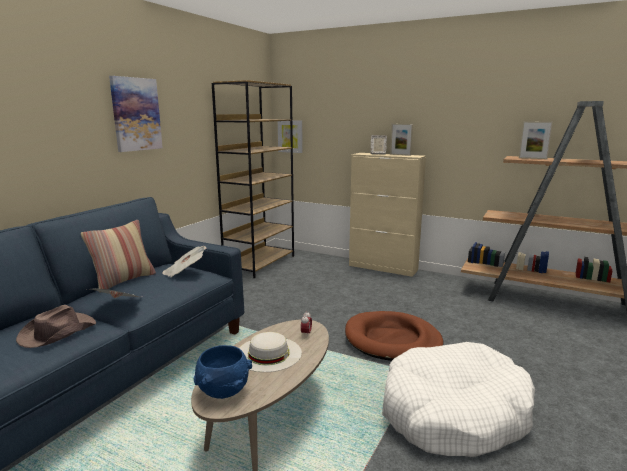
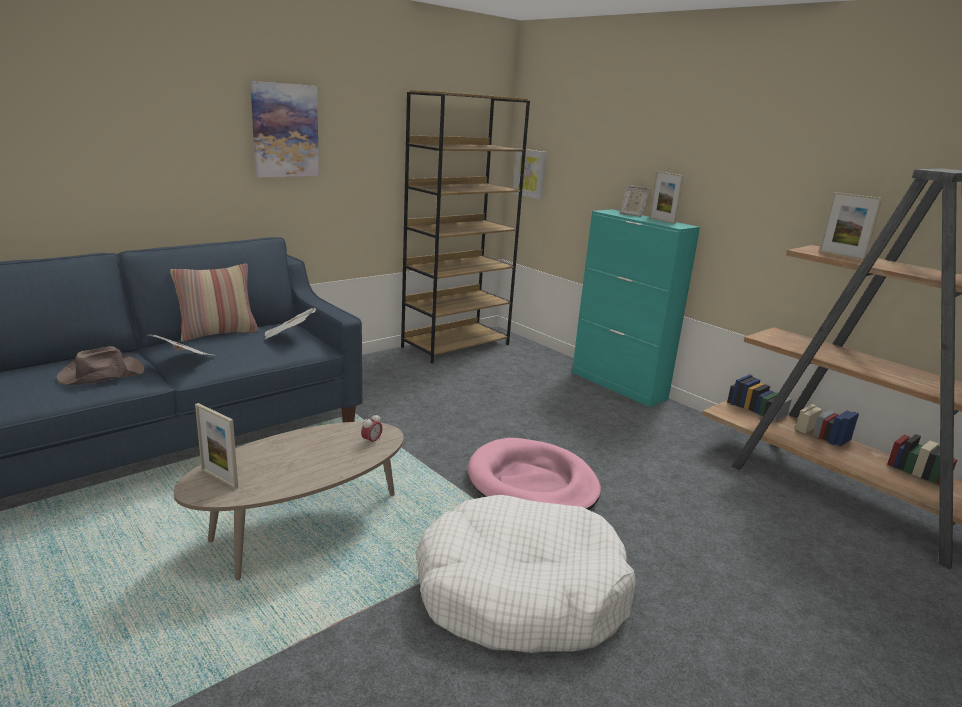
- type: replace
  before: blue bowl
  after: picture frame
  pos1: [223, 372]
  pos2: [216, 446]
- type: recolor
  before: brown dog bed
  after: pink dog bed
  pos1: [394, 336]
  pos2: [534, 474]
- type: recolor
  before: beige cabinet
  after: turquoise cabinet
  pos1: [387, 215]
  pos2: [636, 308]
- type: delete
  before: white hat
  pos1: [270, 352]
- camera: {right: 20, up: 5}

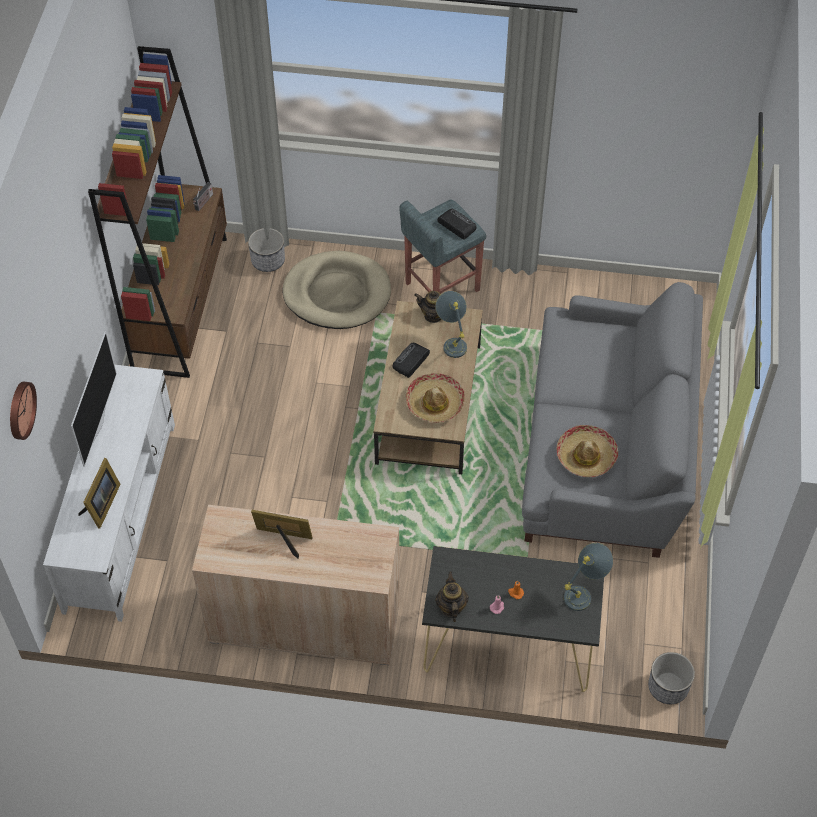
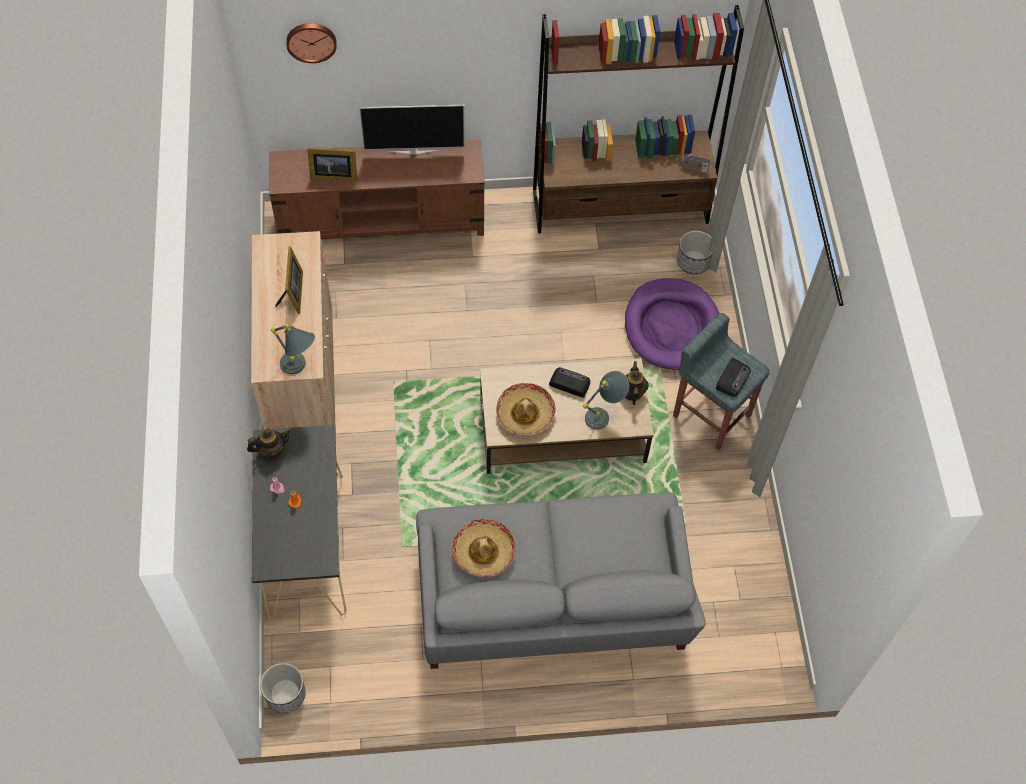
- type: recolor
  before: white tv stand
  after: brown tv stand
  pos1: [109, 493]
  pos2: [377, 189]
- type: move
  before: grey table lamp
  pos1: [588, 577]
  pos2: [293, 348]
- type: recolor
  before: beige dog bed
  after: purple dog bed
  pos1: [336, 290]
  pos2: [672, 324]
- camera: {right: 75, up: 5}

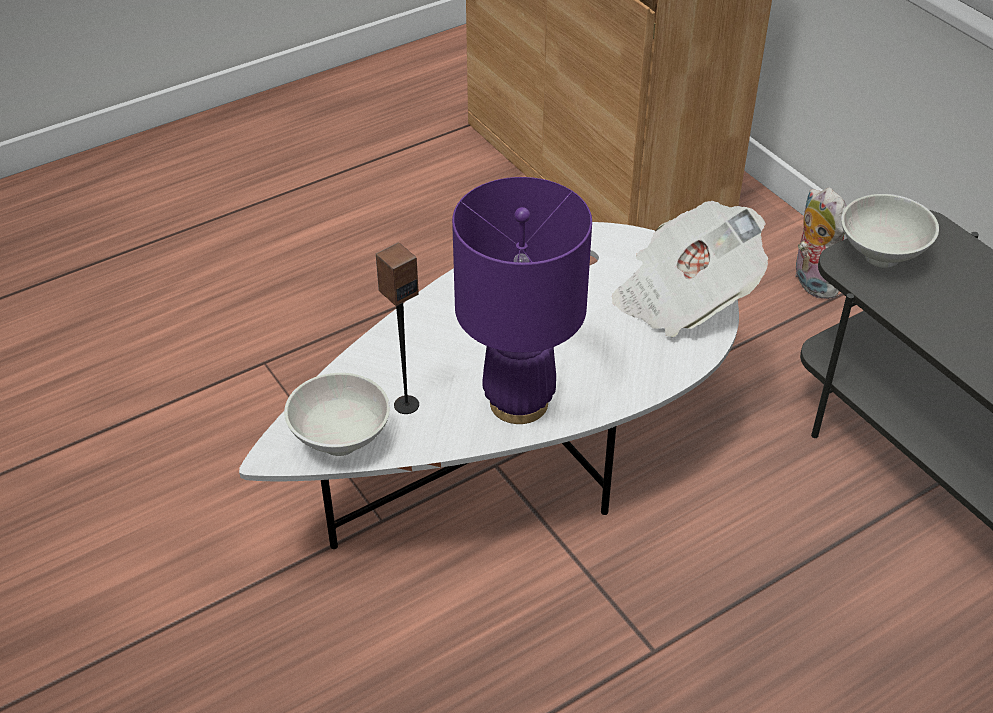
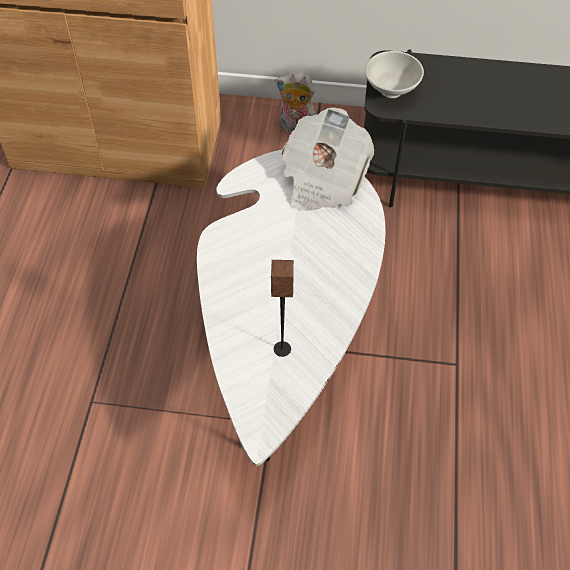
- type: delete
  before: white bowl
  pos1: [337, 414]
- type: delete
  before: purple table lamp
  pos1: [522, 300]
- camera: {right: -50, up: 10}

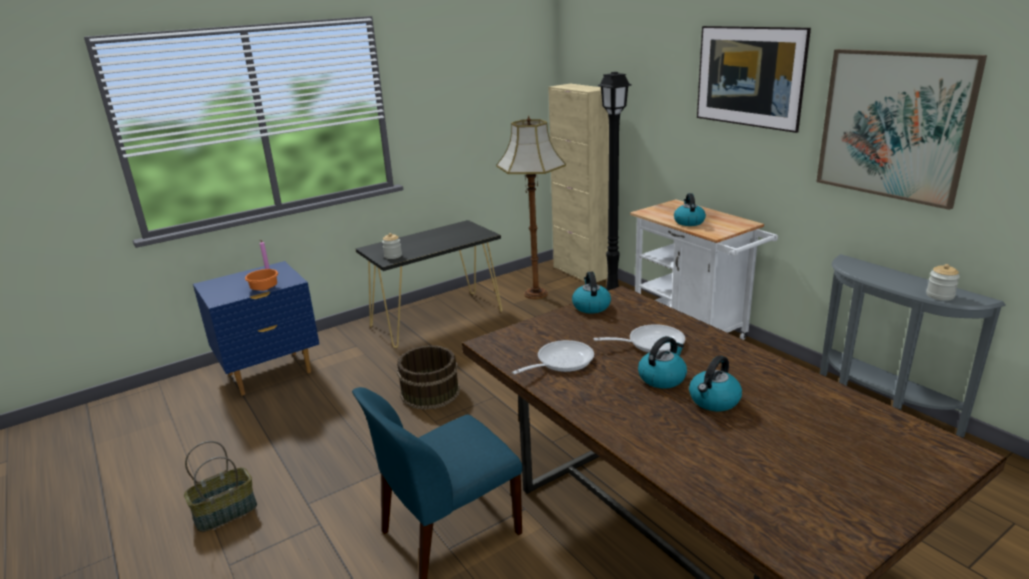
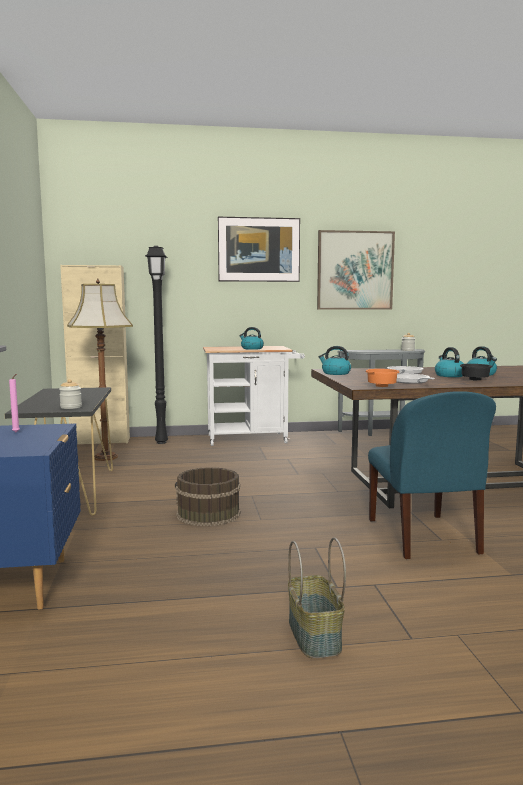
- type: move
  before: orange bowl
  pos1: [261, 280]
  pos2: [382, 378]
- type: insert
  after: black bowl
  pos2: [476, 372]
- camera: {right: -65, up: -15}

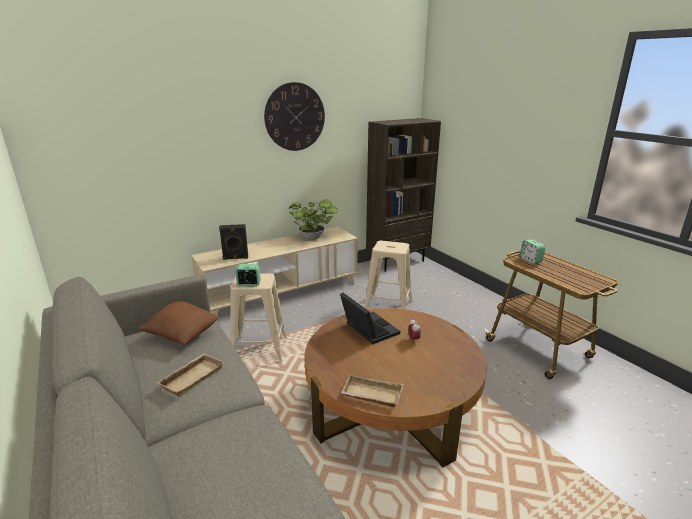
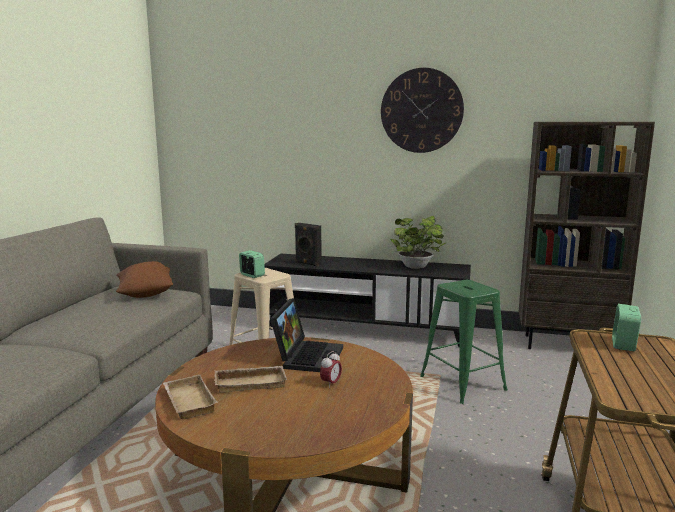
- type: move
  before: beige tray
  pos1: [190, 375]
  pos2: [250, 379]
- type: recolor
  before: beige tv stand
  after: black tv stand
  pos1: [274, 271]
  pos2: [367, 300]
- type: recolor
  before: beige stool
  after: green stool
  pos1: [388, 275]
  pos2: [464, 342]
- camera: {right: 45, up: -10}

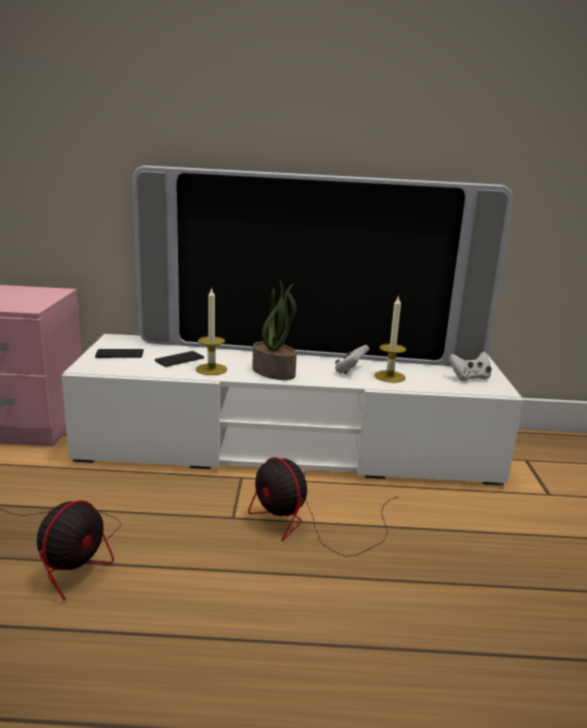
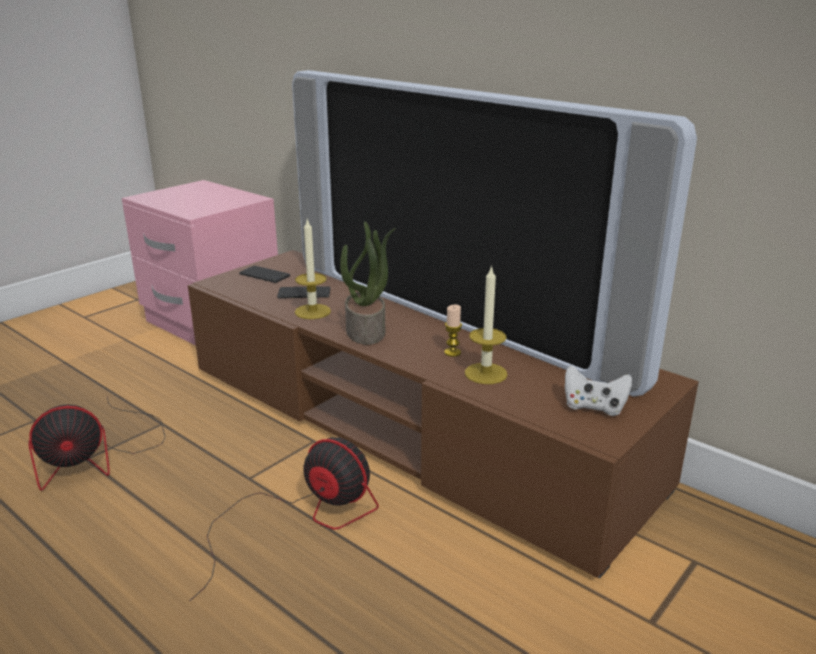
- type: recolor
  before: white tv stand
  after: brown tv stand
  pos1: [292, 409]
  pos2: [443, 414]
- type: rotate
  before: fan
  pos1: [323, 507]
  pos2: [284, 519]
  turn: 120
- type: replace
  before: white game controller
  after: candle
  pos1: [352, 359]
  pos2: [453, 331]
- camera: {right: 40, up: 5}

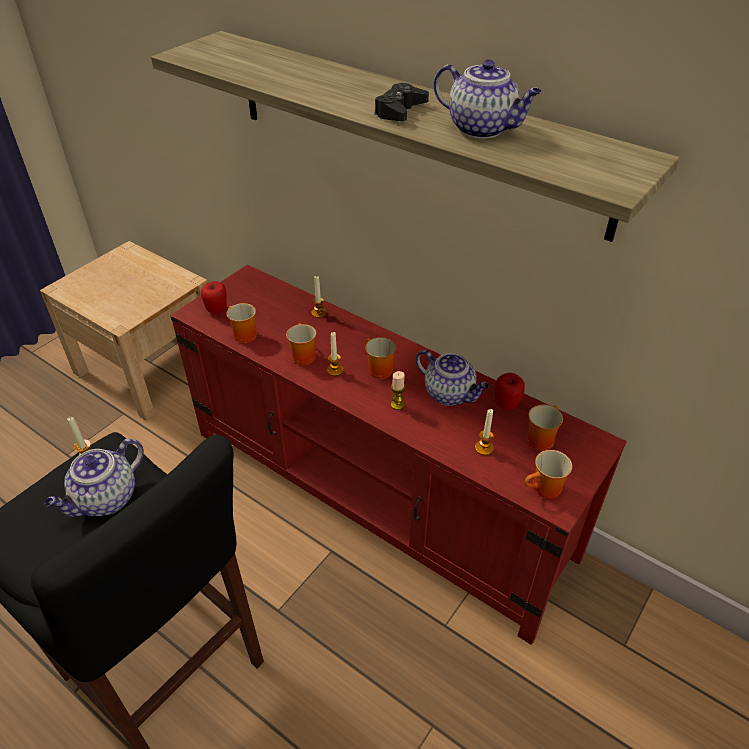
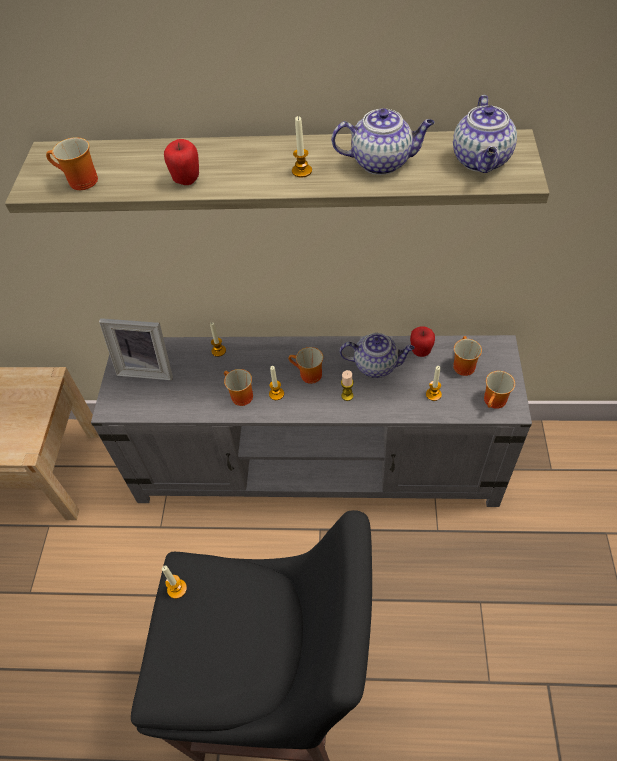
- type: move
  before: mug
  pos1: [241, 323]
  pos2: [72, 163]
- type: recolor
  before: red tv stand
  after: grey tv stand
  pos1: [398, 455]
  pos2: [311, 421]
- type: insert
  after: picture frame
  pos2: [136, 349]
- type: move
  before: apple
  pos1: [214, 297]
  pos2: [181, 162]
- type: replace
  before: black game controller
  after: candle
  pos1: [401, 102]
  pos2: [302, 146]
- type: move
  before: teapot
  pos1: [94, 477]
  pos2: [485, 134]
- camera: {right: -30, up: 10}

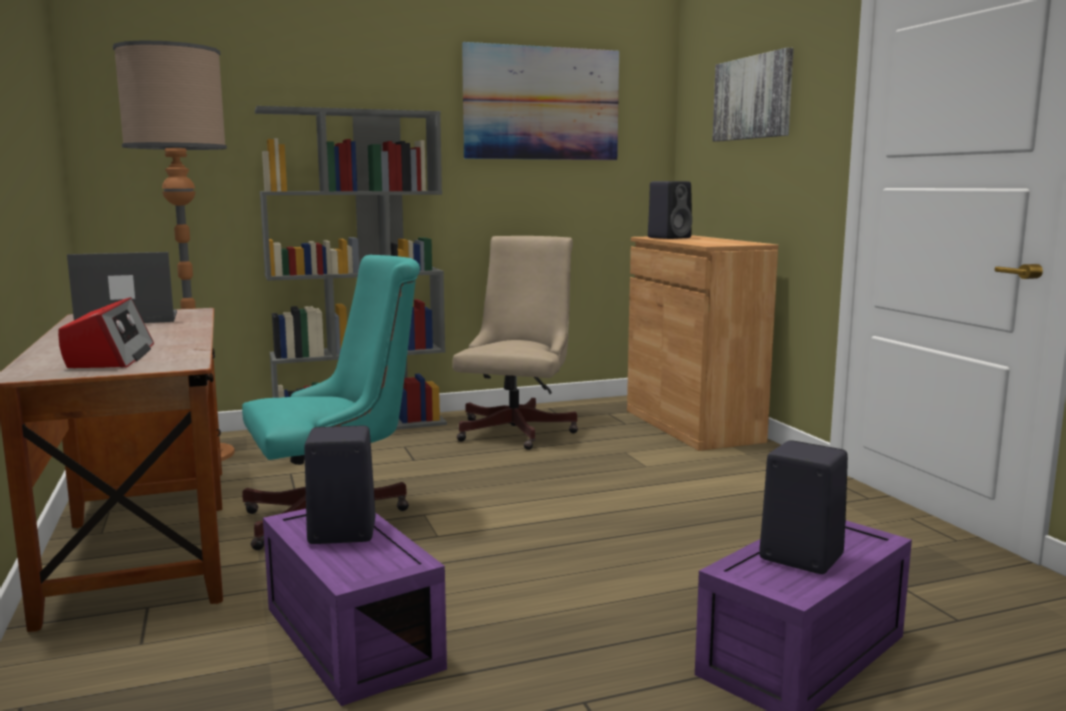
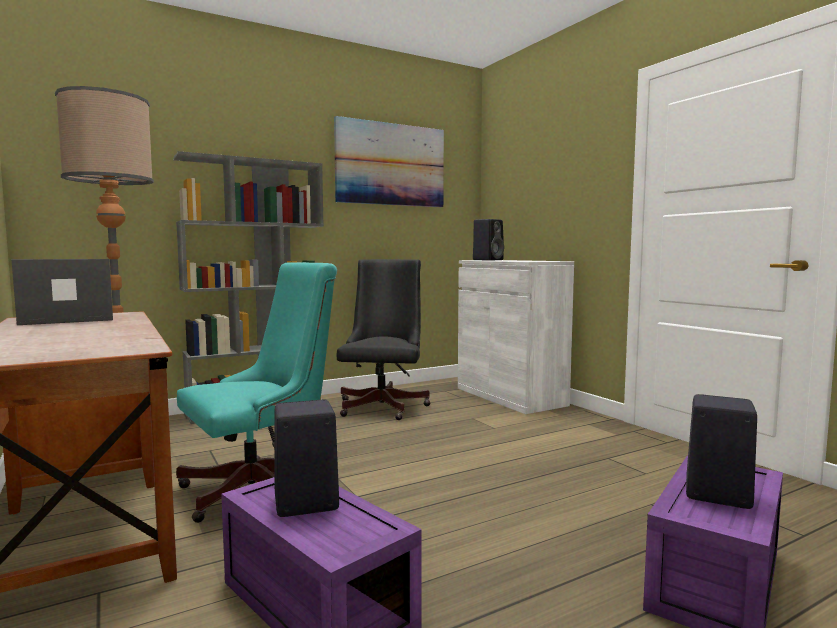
- type: recolor
  before: beige office chair
  after: black office chair
  pos1: [515, 343]
  pos2: [384, 339]
- type: recolor
  before: brown cabinet
  after: white cabinet
  pos1: [702, 343]
  pos2: [516, 337]
- type: delete
  before: radio
  pos1: [106, 332]
- type: delete
  before: picture
  pos1: [753, 95]
- camera: {right: -10, up: -5}

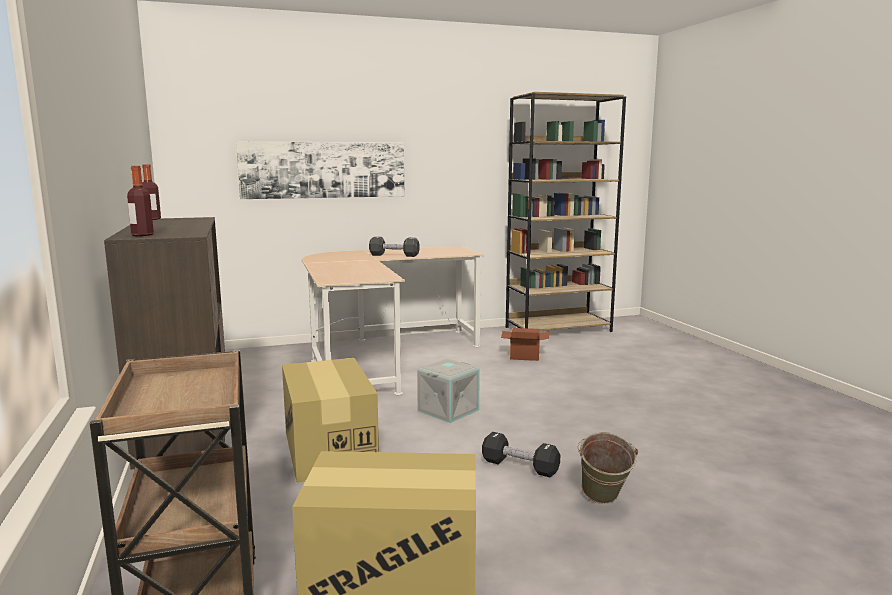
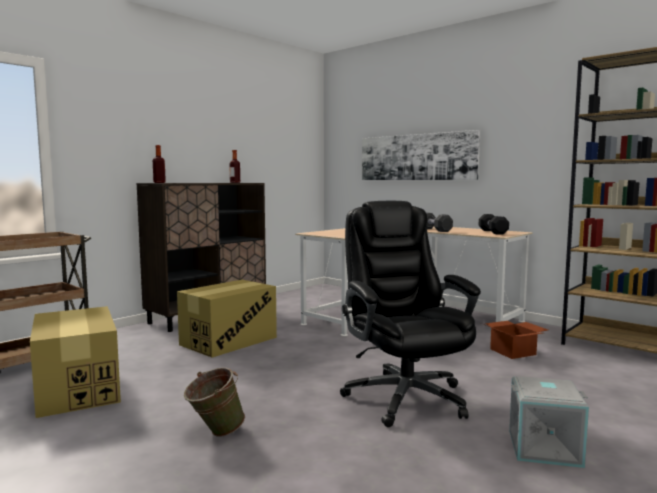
- type: insert
  after: black office chair
  pos2: [410, 314]
- type: move
  before: black dumbbell
  pos1: [521, 454]
  pos2: [494, 224]
- type: move
  before: grey storage box
  pos1: [448, 391]
  pos2: [549, 422]
- camera: {right: 60, up: -5}

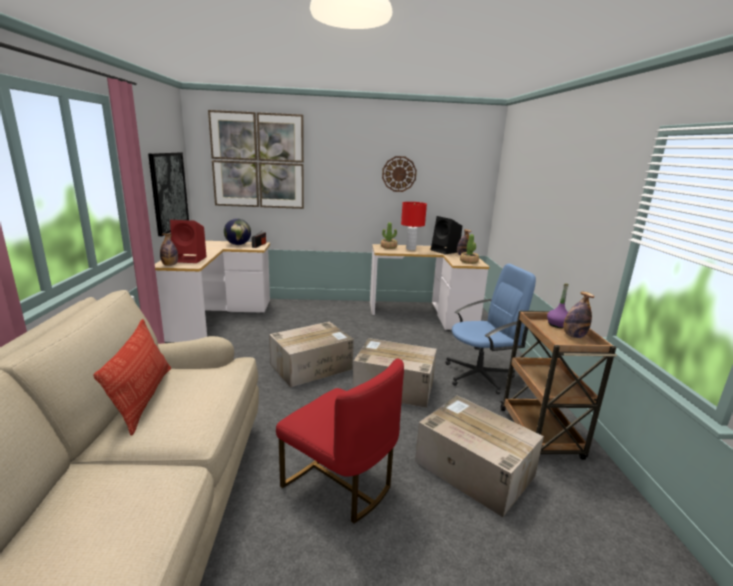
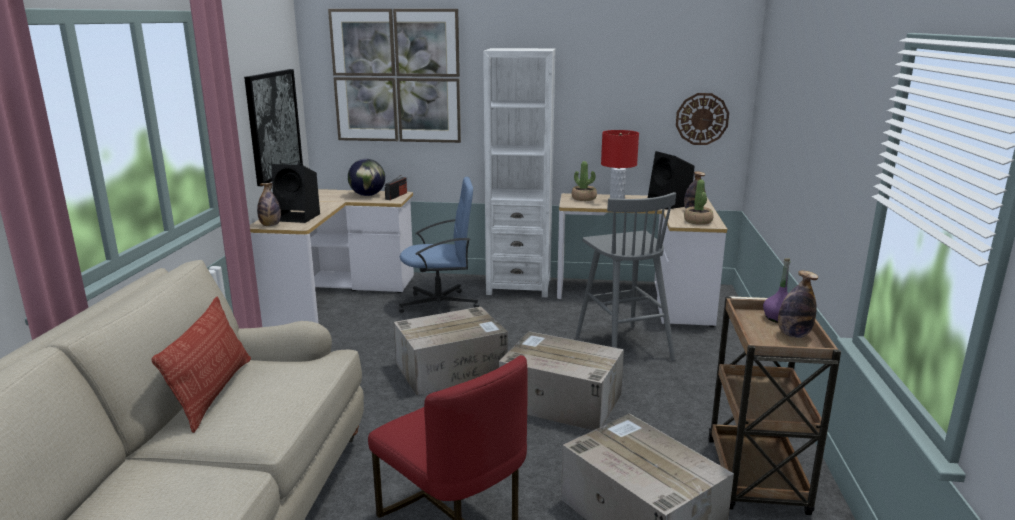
- type: recolor
  before: red speaker
  after: black speaker
  pos1: [188, 241]
  pos2: [296, 193]
- type: move
  before: blue office chair
  pos1: [491, 329]
  pos2: [439, 245]
- type: insert
  after: white bookcase
  pos2: [519, 172]
- type: insert
  after: grey stool
  pos2: [626, 276]
- type: move
  before: wall clock
  pos1: [399, 174]
  pos2: [702, 119]
- camera: {right: 10, up: 0}

